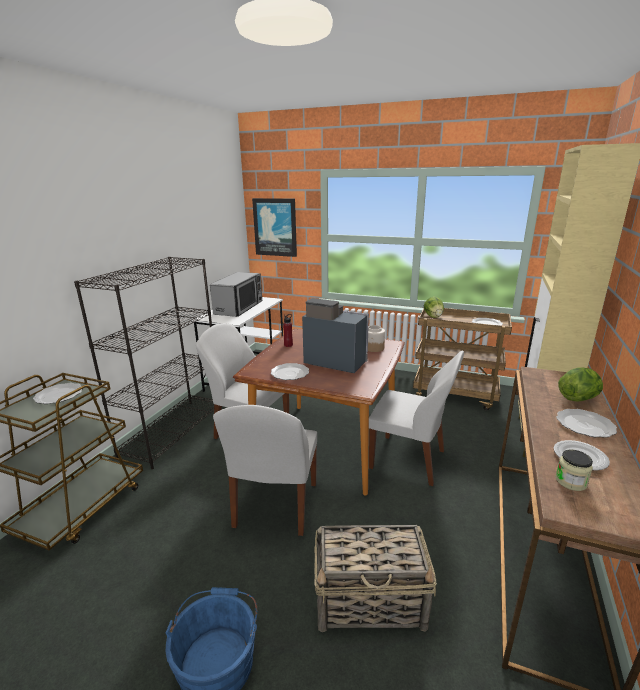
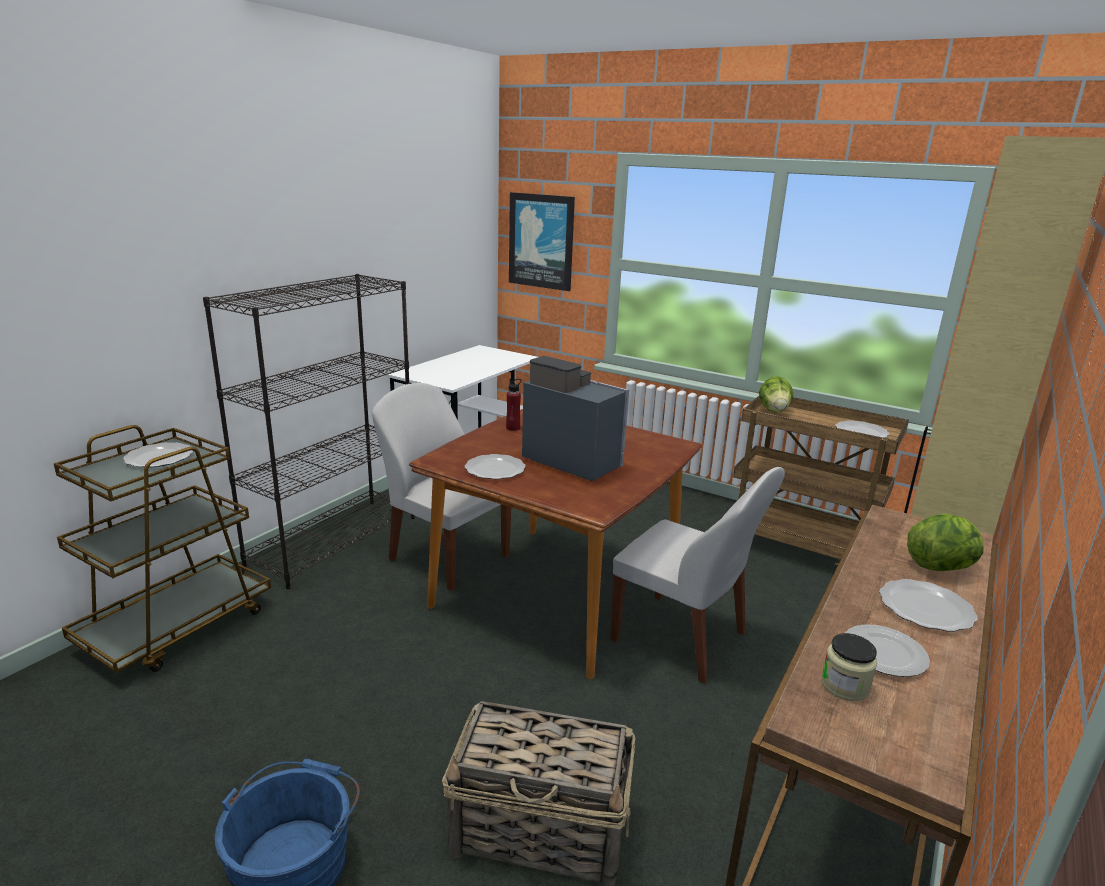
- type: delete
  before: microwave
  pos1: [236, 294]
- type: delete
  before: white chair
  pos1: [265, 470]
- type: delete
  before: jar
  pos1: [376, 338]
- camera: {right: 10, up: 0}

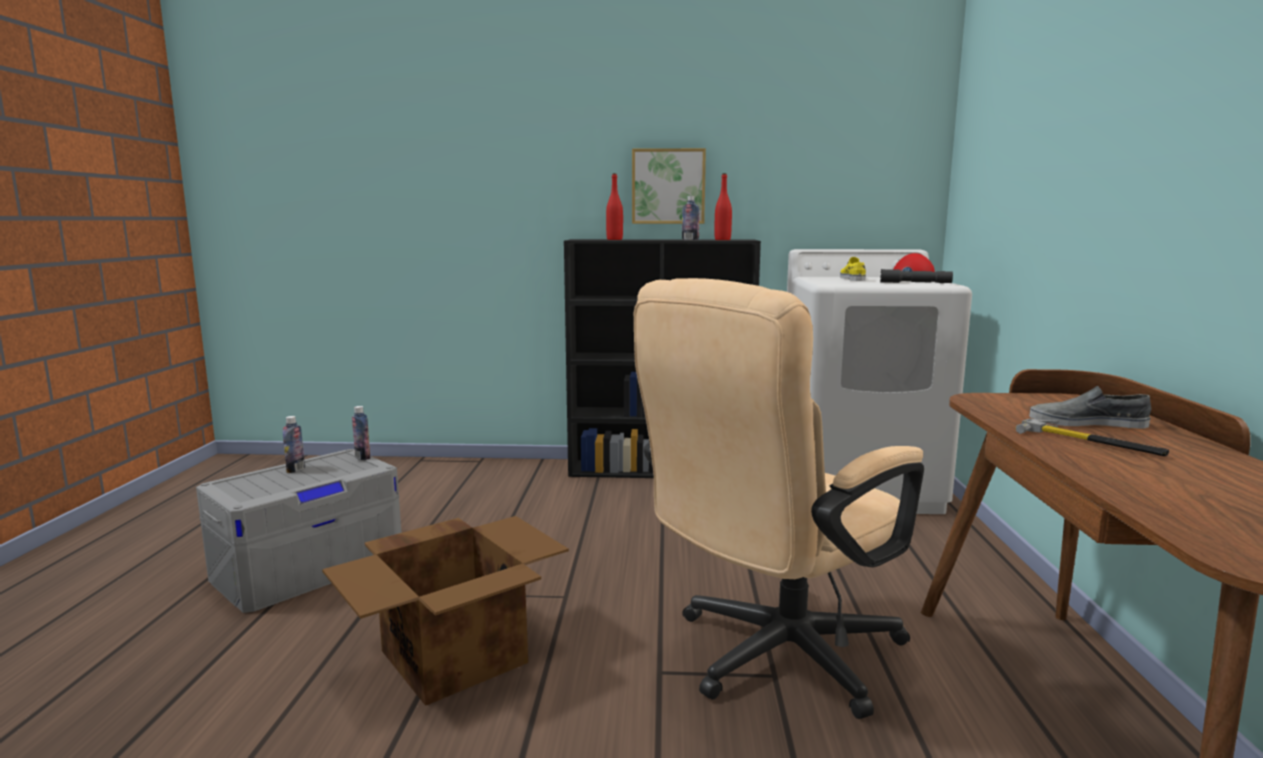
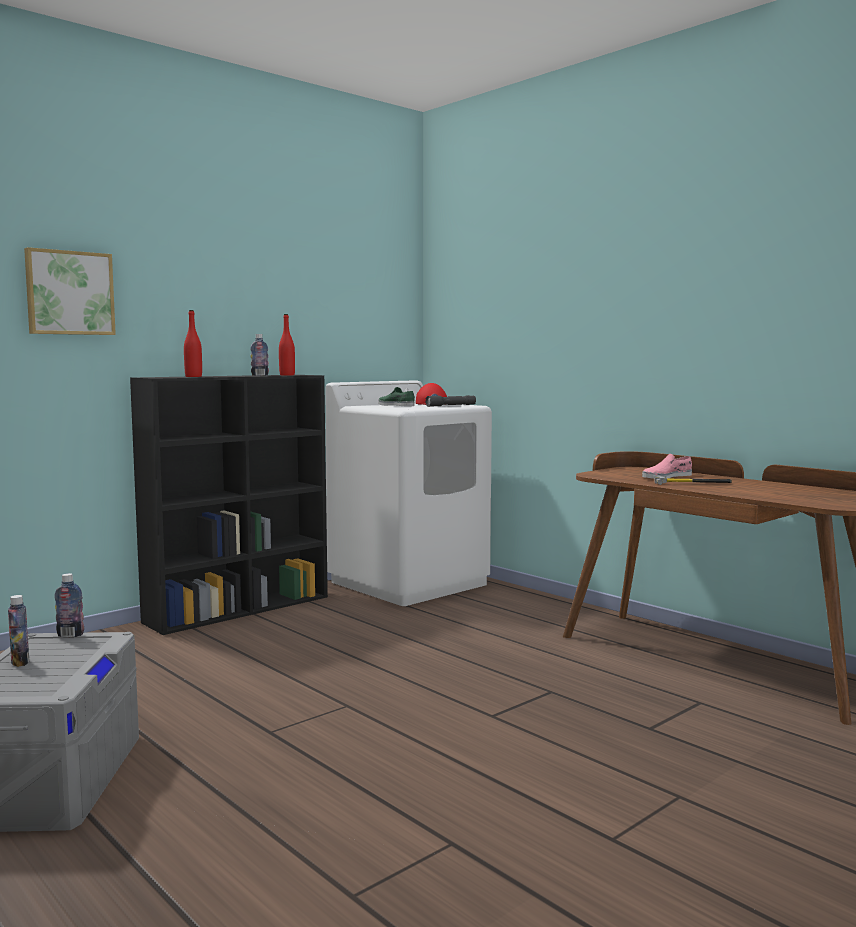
- type: move
  before: picture
  pos1: [669, 186]
  pos2: [70, 291]
- type: recolor
  before: yellow shoe
  after: green shoe
  pos1: [853, 269]
  pos2: [396, 396]
- type: recolor
  before: grey shoe
  after: pink shoe
  pos1: [1090, 407]
  pos2: [667, 466]
- type: delete
  before: cardboard box
  pos1: [445, 611]
- type: delete
  before: beige office chair
  pos1: [779, 498]
- camera: {right: -45, up: -5}

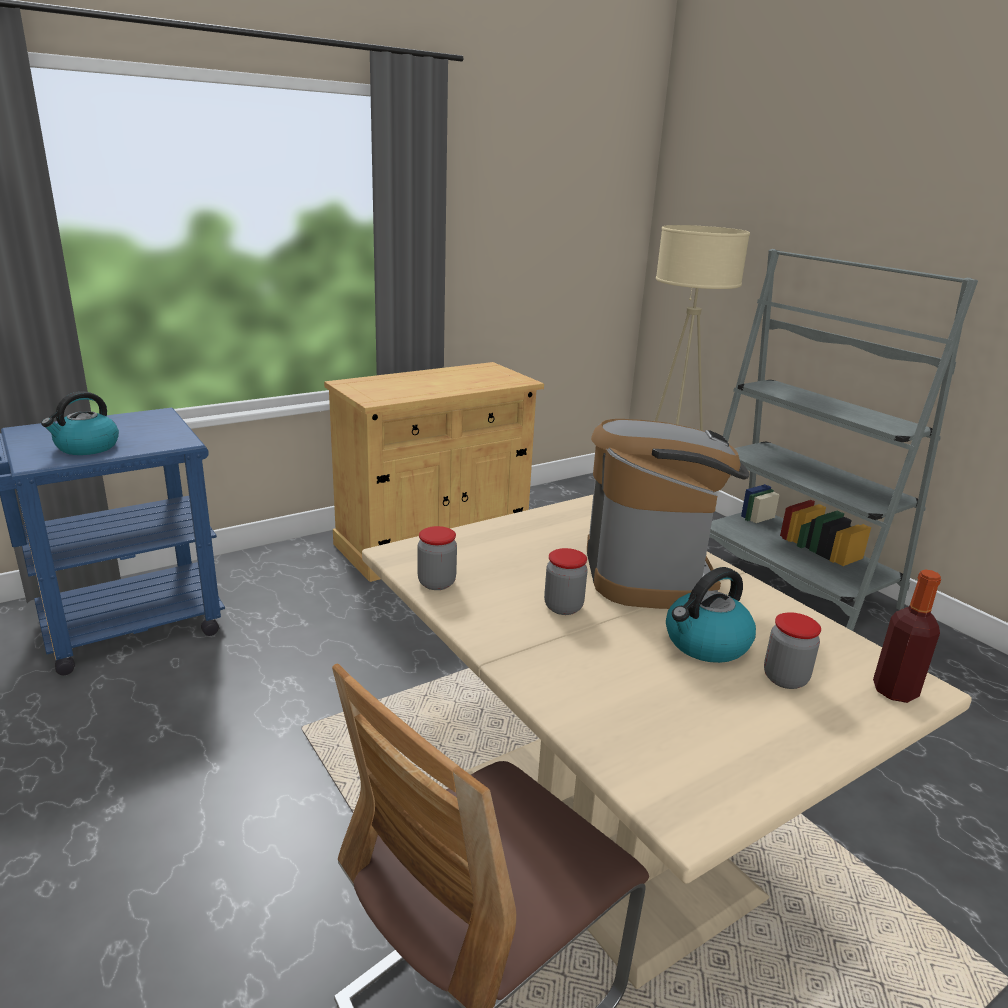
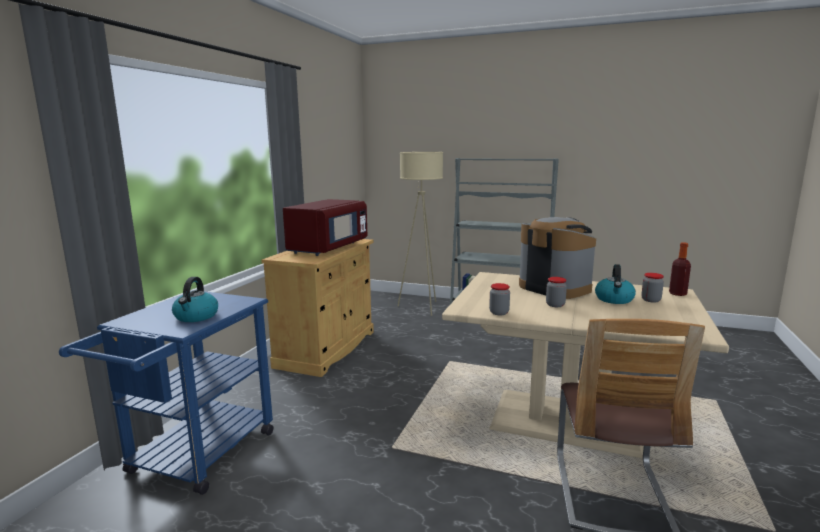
- type: insert
  after: red microwave
  pos2: [325, 227]
- camera: {right: -35, up: -10}

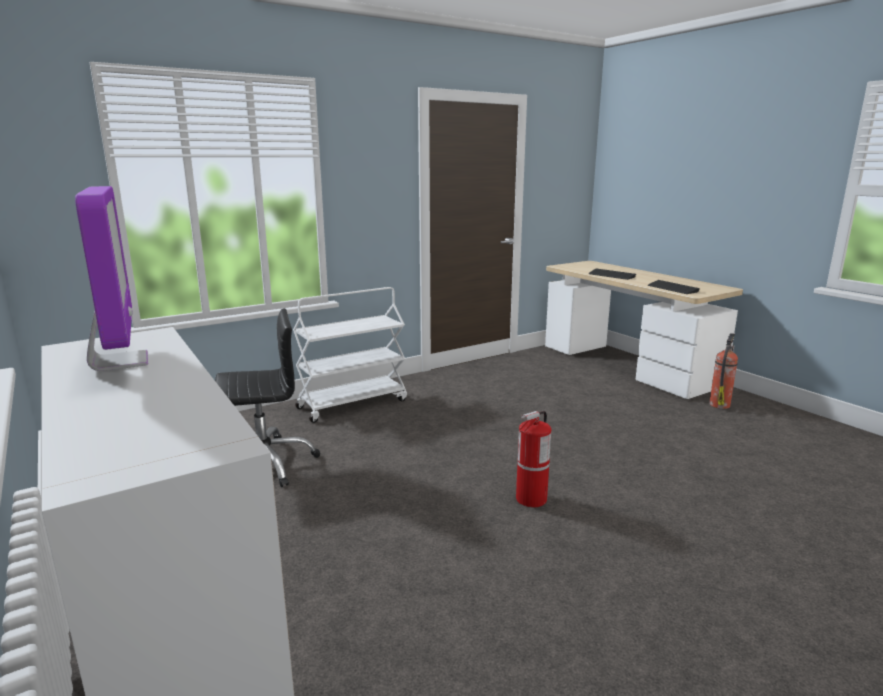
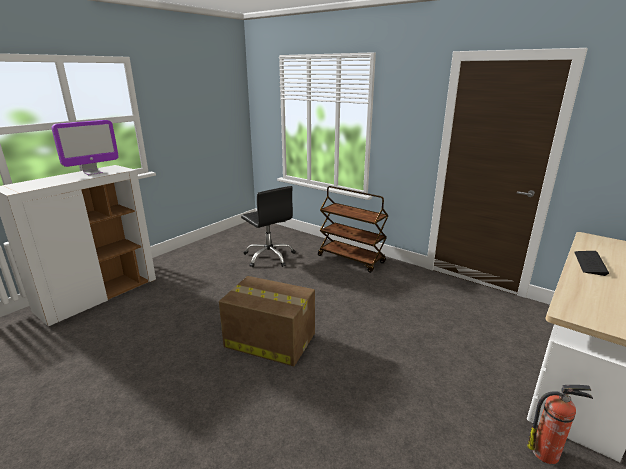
- type: replace
  before: fire extinguisher
  after: cardboard box
  pos1: [533, 459]
  pos2: [267, 321]
- type: recolor
  before: white cart
  after: brown cart
  pos1: [350, 355]
  pos2: [353, 229]
- type: delete
  before: keyboard
  pos1: [674, 287]
- camera: {right: 70, up: 5}

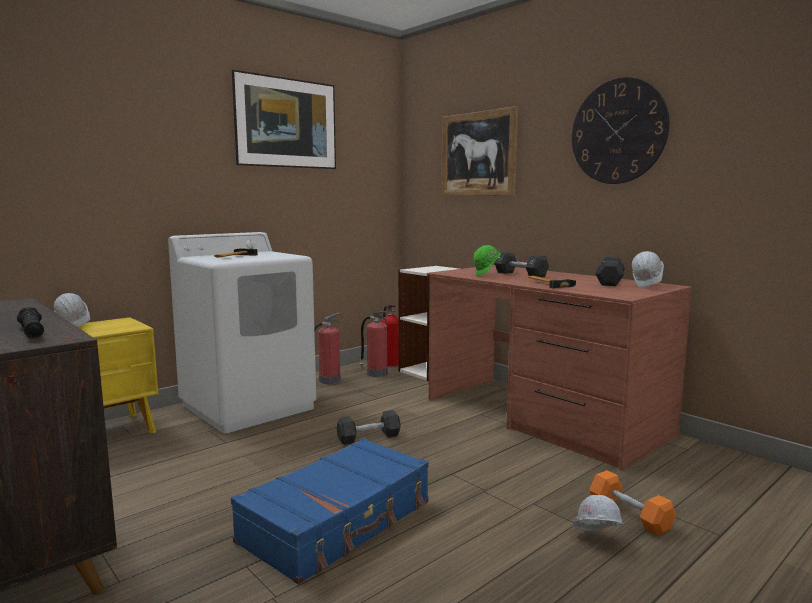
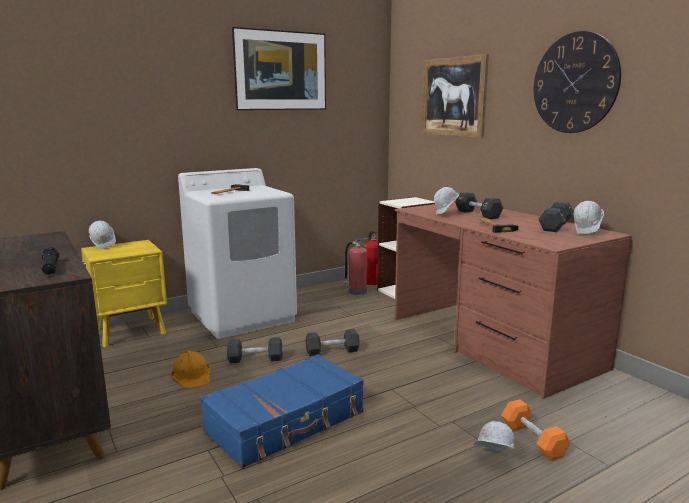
- type: insert
  after: orange hard hat
  pos2: [191, 370]
- type: insert
  after: black dumbbell
  pos2: [254, 350]
- type: recolor
  before: green hard hat
  after: white hard hat
  pos1: [487, 260]
  pos2: [446, 201]
- type: delete
  before: fire extinguisher
  pos1: [327, 348]
- camera: {right: 10, up: 5}

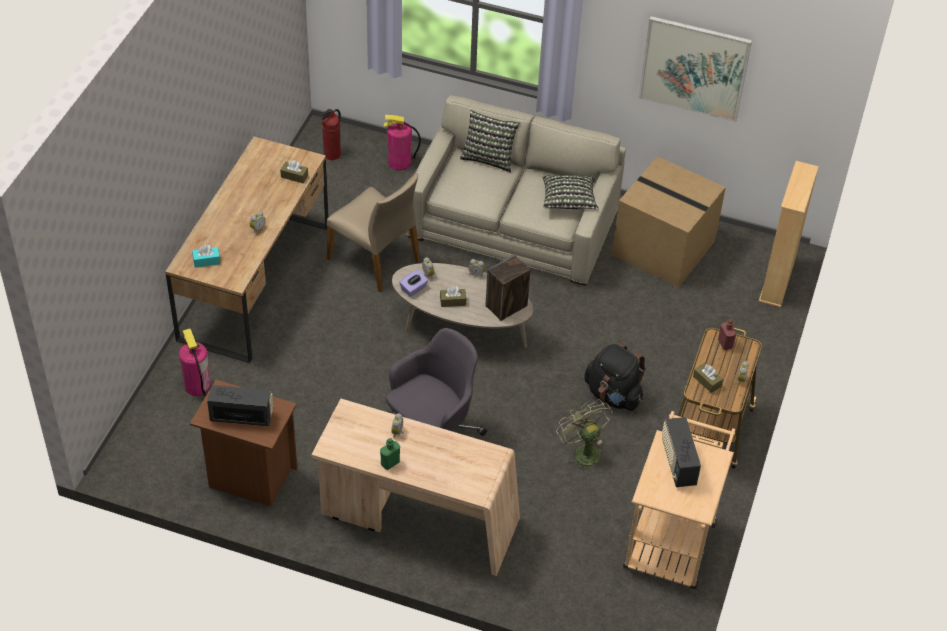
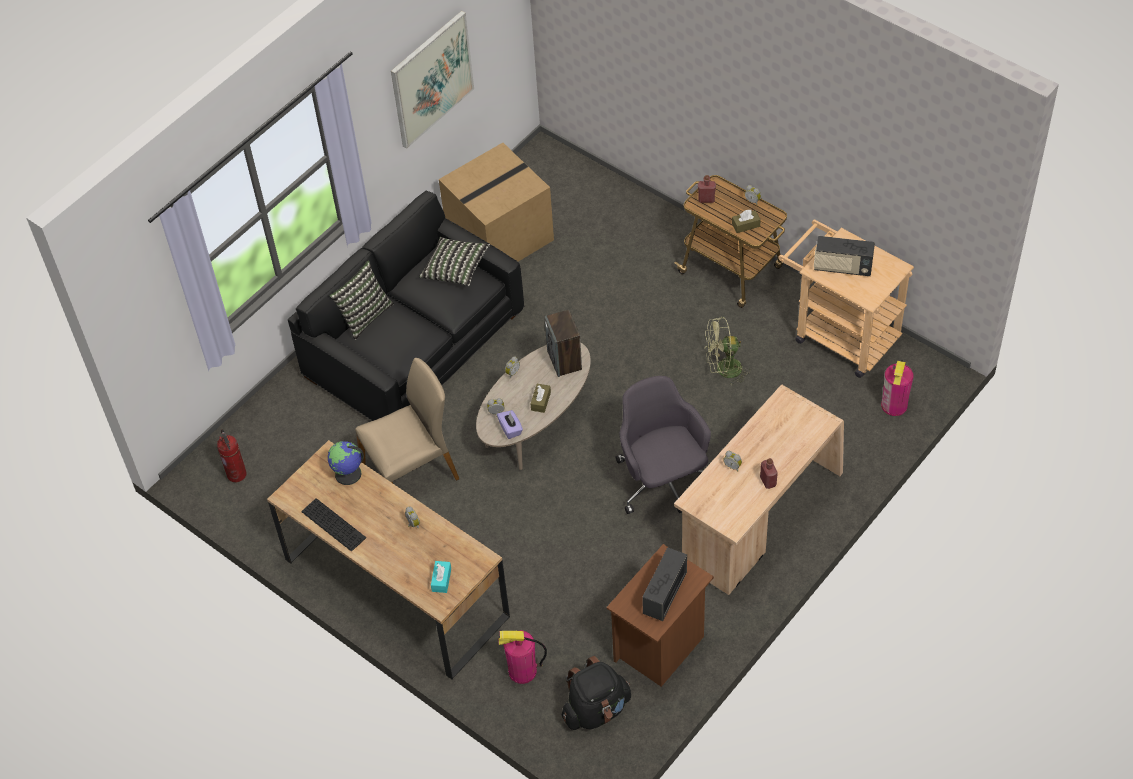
- type: recolor
  before: beige sofa
  after: black sofa
  pos1: [516, 190]
  pos2: [406, 305]
- type: insert
  after: keyboard
  pos2: [333, 524]
- type: replace
  before: brown tissue box
  after: globe
  pos1: [294, 171]
  pos2: [346, 463]
- type: move
  before: black backpack
  pos1: [615, 377]
  pos2: [596, 693]
- type: recolor
  before: green bottle
  after: red bottle
  pos1: [390, 454]
  pos2: [769, 473]
- type: move
  before: fire extinguisher
  pos1: [402, 142]
  pos2: [897, 388]
- type: delete
  before: beige bookcase
  pos1: [789, 234]
- camera: {right: -65, up: 5}

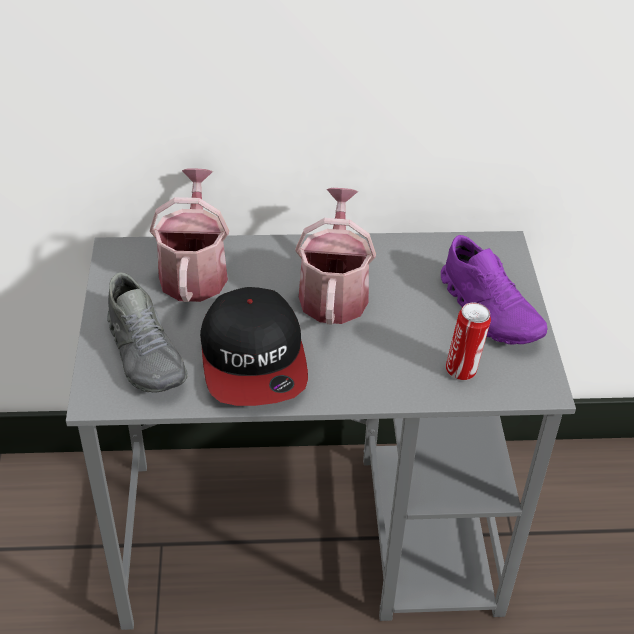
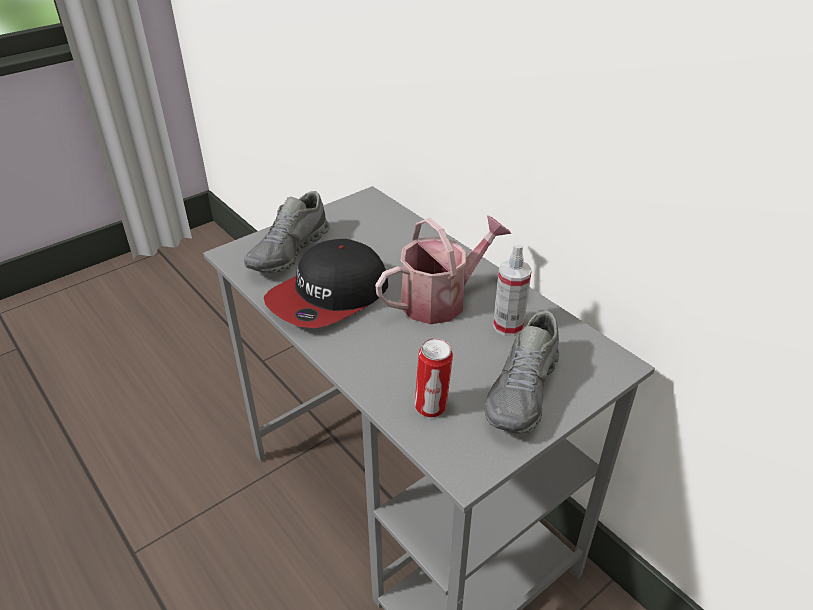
- type: recolor
  before: purple shoe
  after: grey shoe
  pos1: [494, 290]
  pos2: [522, 372]
- type: insert
  after: spray bottle
  pos2: [512, 289]
- type: delete
  before: watering can
  pos1: [189, 235]
- camera: {right: 55, up: -5}

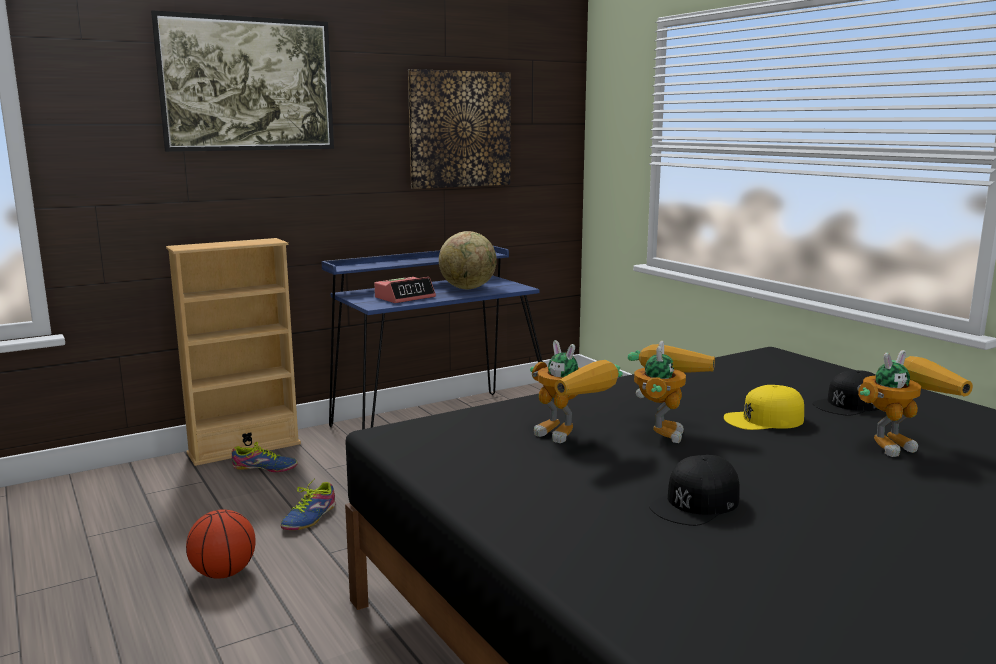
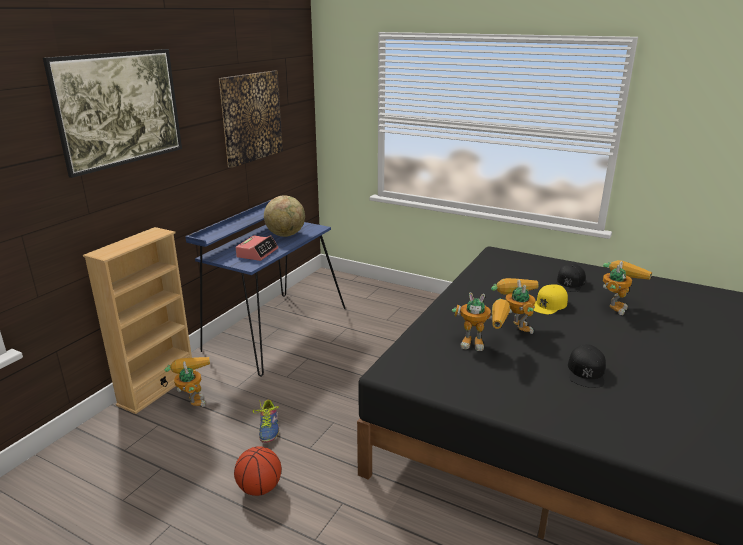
- type: replace
  before: shoe
  after: toy robot
  pos1: [265, 457]
  pos2: [187, 382]
- camera: {right: -30, up: 10}

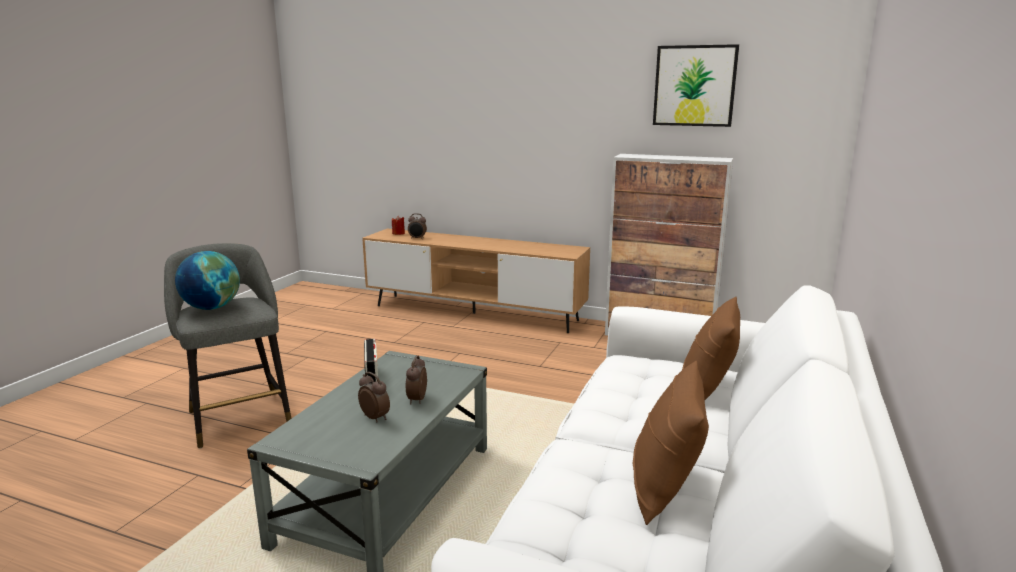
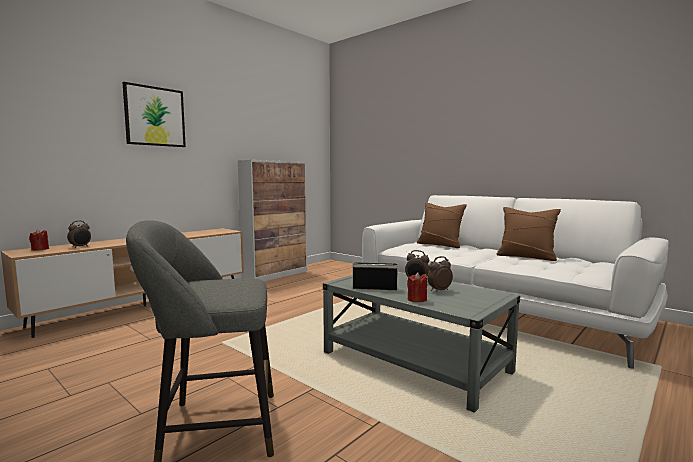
- type: move
  before: picture
  pos1: [696, 85]
  pos2: [154, 114]
- type: insert
  after: red candle
  pos2: [417, 287]
- type: delete
  before: globe
  pos1: [207, 280]
- camera: {right: -70, up: -10}

